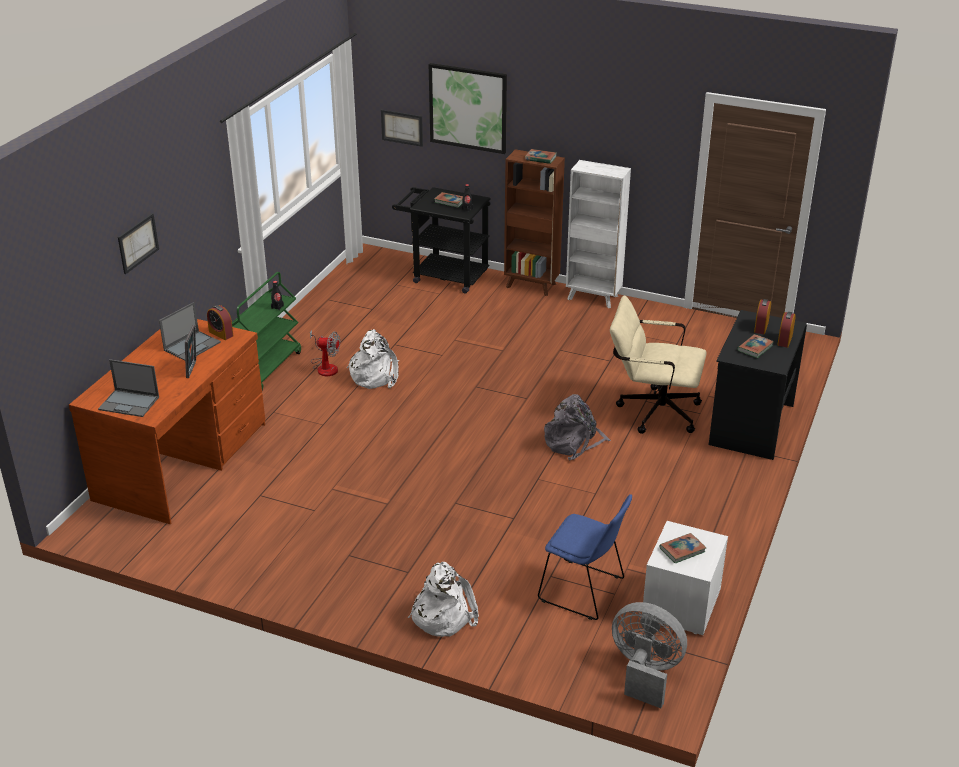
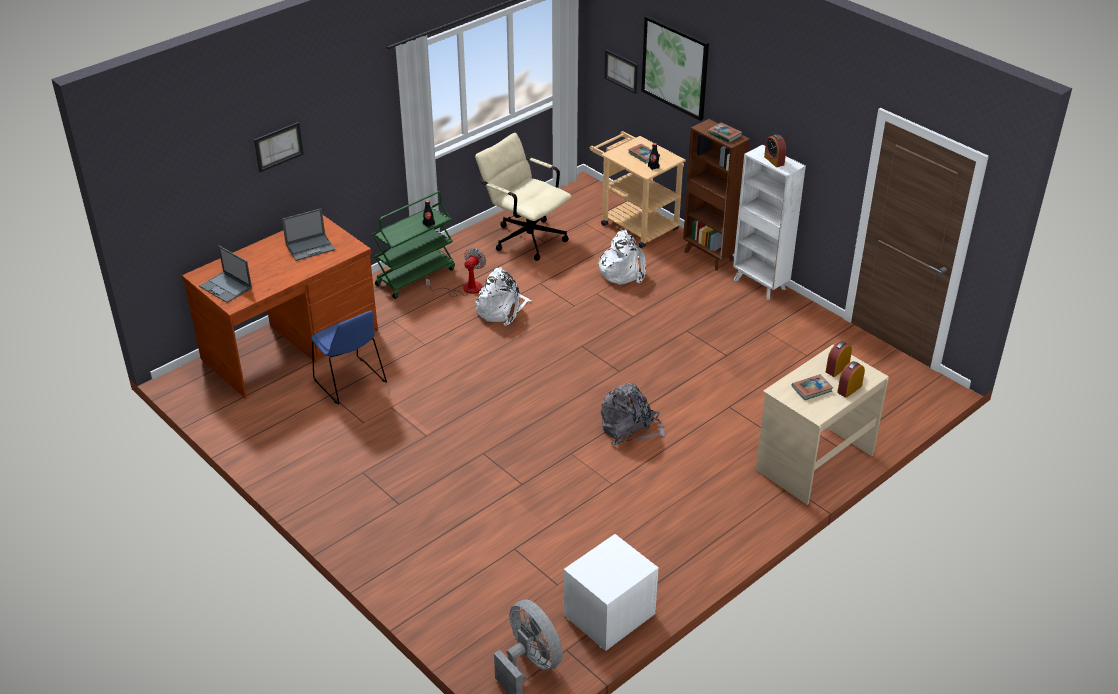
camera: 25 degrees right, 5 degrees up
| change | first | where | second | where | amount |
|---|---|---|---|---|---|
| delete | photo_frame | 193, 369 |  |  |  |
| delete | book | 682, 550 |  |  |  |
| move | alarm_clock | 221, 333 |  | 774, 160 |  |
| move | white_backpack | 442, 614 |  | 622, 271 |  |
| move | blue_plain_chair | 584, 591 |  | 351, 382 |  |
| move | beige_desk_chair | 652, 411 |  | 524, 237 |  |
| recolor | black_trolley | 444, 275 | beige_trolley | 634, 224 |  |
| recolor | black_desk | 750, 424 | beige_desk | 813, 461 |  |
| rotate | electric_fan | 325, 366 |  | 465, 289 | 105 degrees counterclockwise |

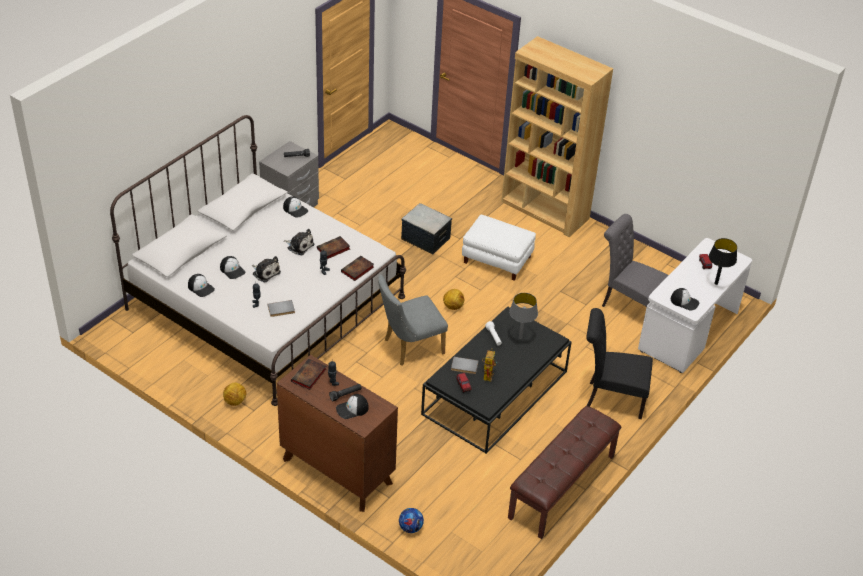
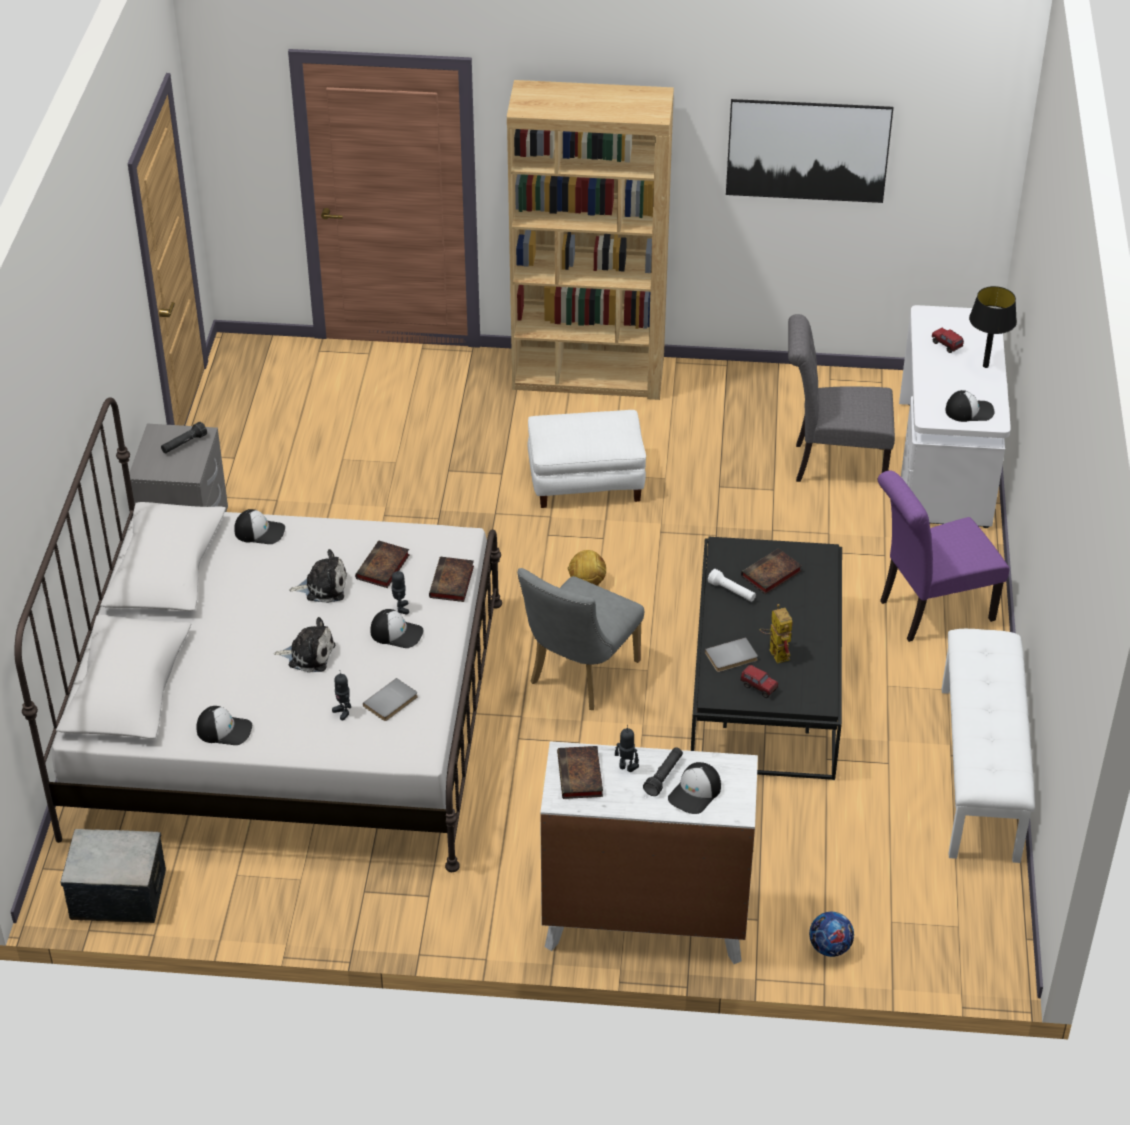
camera: 30 degrees left, 0 degrees up
| change | first | where | second | where | amount |
|---|---|---|---|---|---|
| delete | football_ball | 235, 401 |  |  |  |
| insert |  |  | wall_picture | 808, 150 |  |
| move | baseball_cap | 232, 270 |  | 397, 633 |  |
| move | storage_container | 425, 238 |  | 118, 894 |  |
| replace | grey_tabletop_lamp | 520, 338 | book | 770, 575 |  |
| recolor | brownish_chest_of_drawers | 337, 471 | white_chest_of_drawers | 645, 921 |  |
| recolor | brownish_bench | 562, 487 | white_bench | 980, 773 |  |
| recolor | black_plain_chair | 611, 398 | purple_plain_chair | 929, 611 |  |

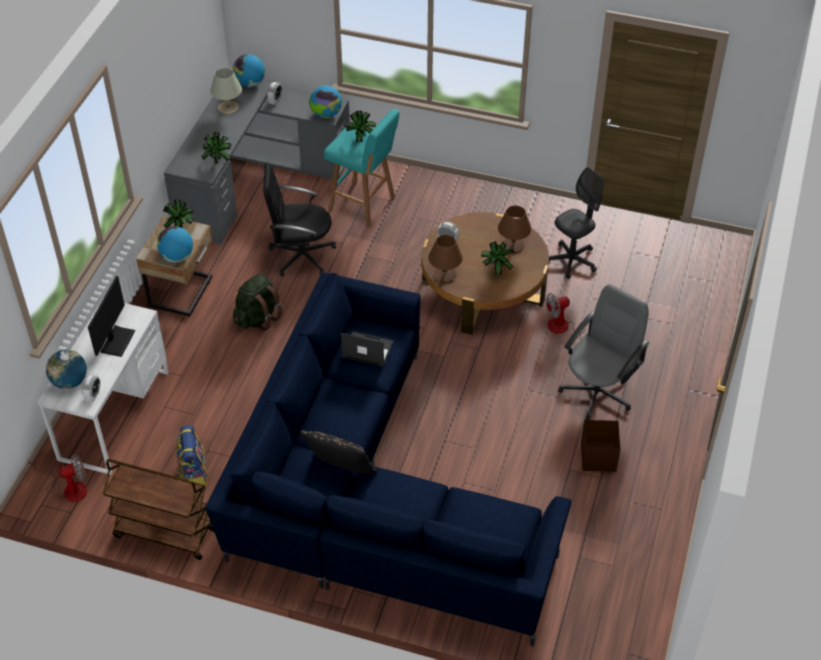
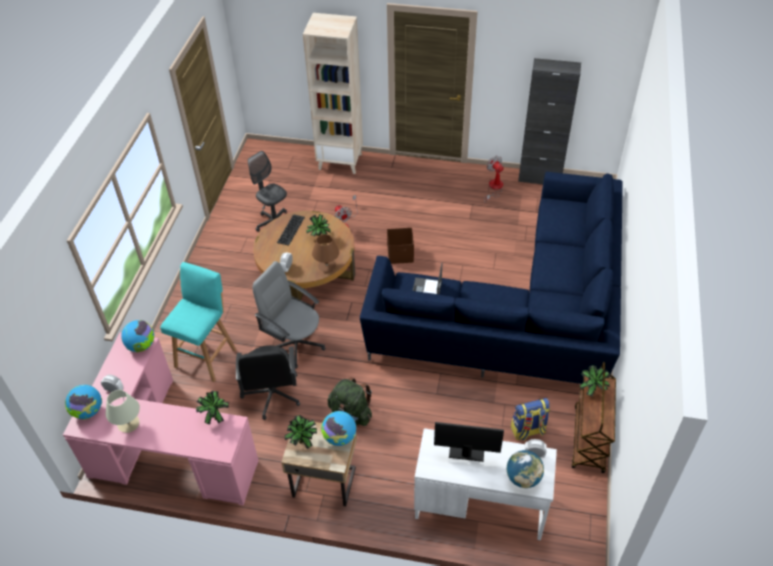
camera: 95 degrees left, 0 degrees up
| change | first | where | second | where | amount |
|---|---|---|---|---|---|
| delete | black_throw_pillow | 340, 471 |  |  |  |
| insert |  |  | beige_bookshelf | 340, 161 |  |
| insert |  |  | black_storage_cabinet | 539, 178 |  |
| move | electric_fan | 68, 488 |  | 494, 188 |  |
| move | potted_plant | 361, 140 |  | 592, 390 |  |
| move | grey_desk_chair | 598, 392 |  | 295, 343 |  |
| move | brownish_storage_container | 598, 457 |  | 401, 255 |  |
| replace | brownish_tabletop_lamp | 512, 245 | computer_keyboard | 291, 230 |  |
| recolor | grey_desk | 253, 178 | pink-coloured_desk | 163, 449 |  |

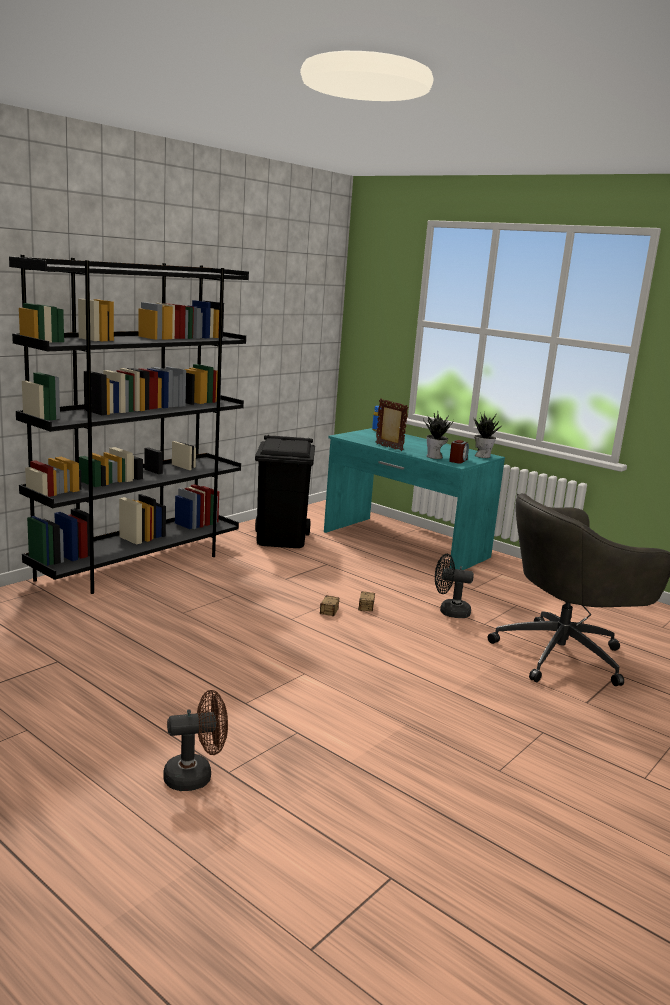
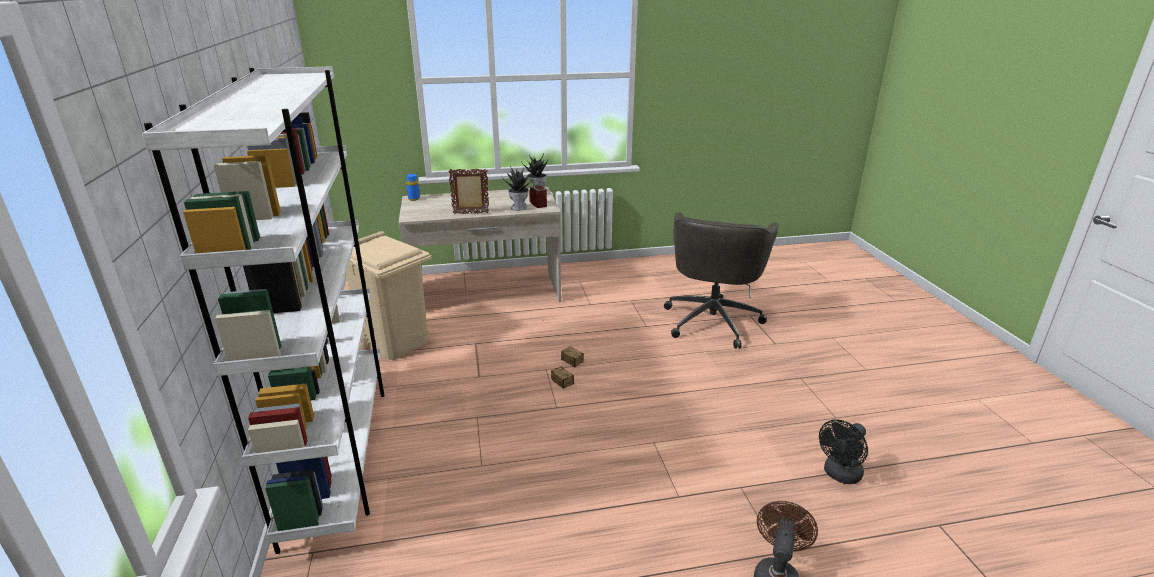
camera: 50 degrees left, 10 degrees up
| change | first | where | second | where | amount |
|---|---|---|---|---|---|
| move | black_electric_fan | 449, 611 |  | 839, 475 |  |
| recolor | black_bookshelf | 139, 565 | white_bookshelf | 339, 452 |  |
| recolor | black_rubbish_bin | 281, 539 | beige_rubbish_bin | 395, 342 |  |
| recolor | turquoise_desk | 404, 545 | beige_desk | 485, 293 |  |

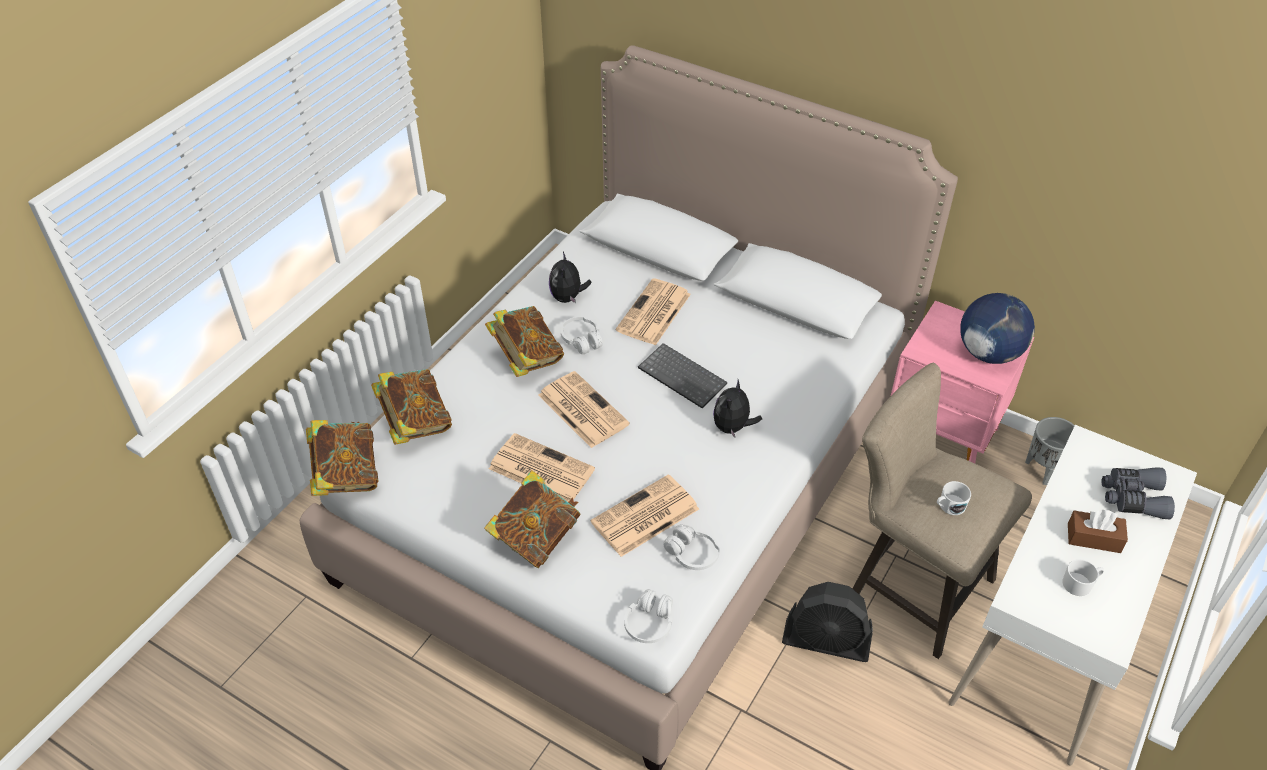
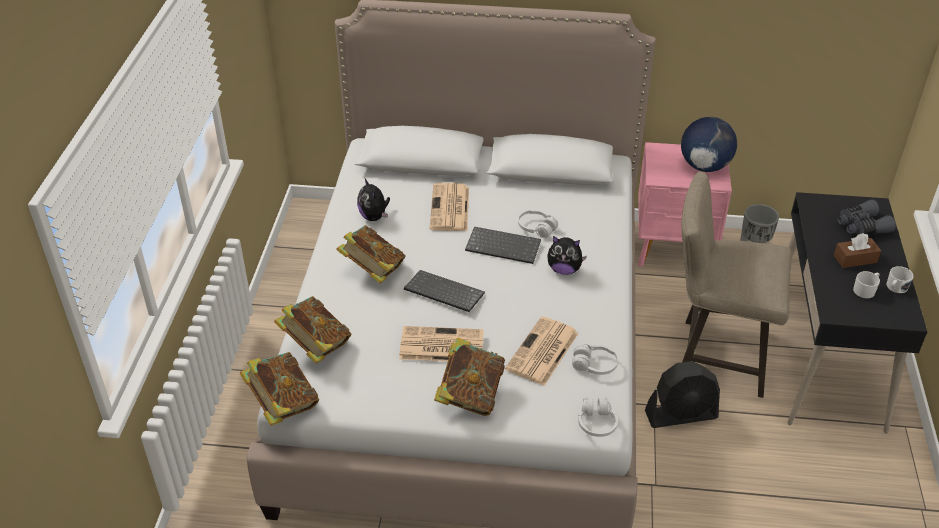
camera: 25 degrees left, 5 degrees down
| change | first | where | second | where | amount |
|---|---|---|---|---|---|
| move | white_pair_of_headphones | 582, 340 |  | 536, 228 |  |
| move | white_coffee_mug | 949, 506 |  | 895, 287 |  |
| replace | newspaper | 581, 409 | computer_keyboard | 442, 293 |  |
| recolor | white_desk | 1048, 641 | black_desk | 825, 359 |  |
| rotate | cuddly_toy | 733, 427 |  | 564, 269 | 75 degrees counterclockwise |

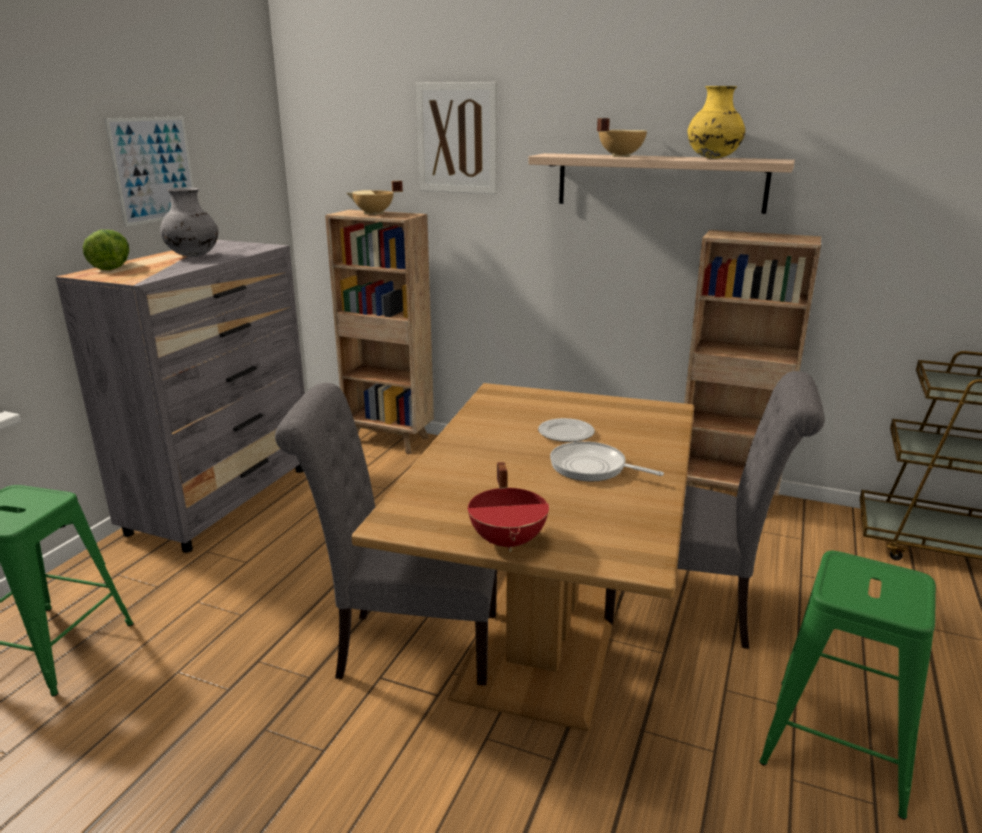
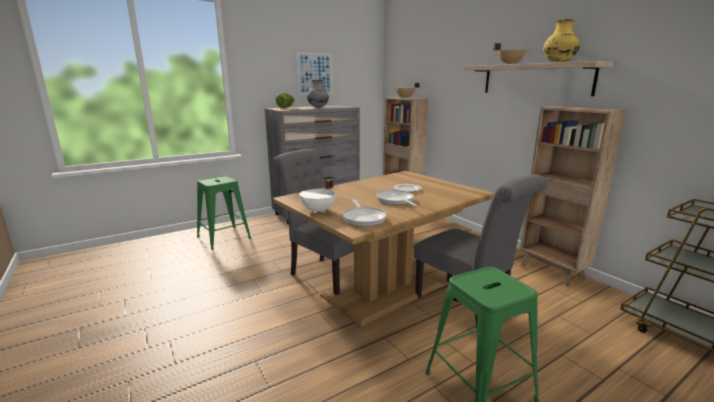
camera: 35 degrees right, 5 degrees down
| change | first | where | second | where | amount |
|---|---|---|---|---|---|
| delete | wall_picture | 457, 138 |  |  |  |
| insert |  |  | skillet | 364, 218 |  |
| recolor | reddish_saucepot | 509, 541 | white_saucepot | 319, 211 |  |

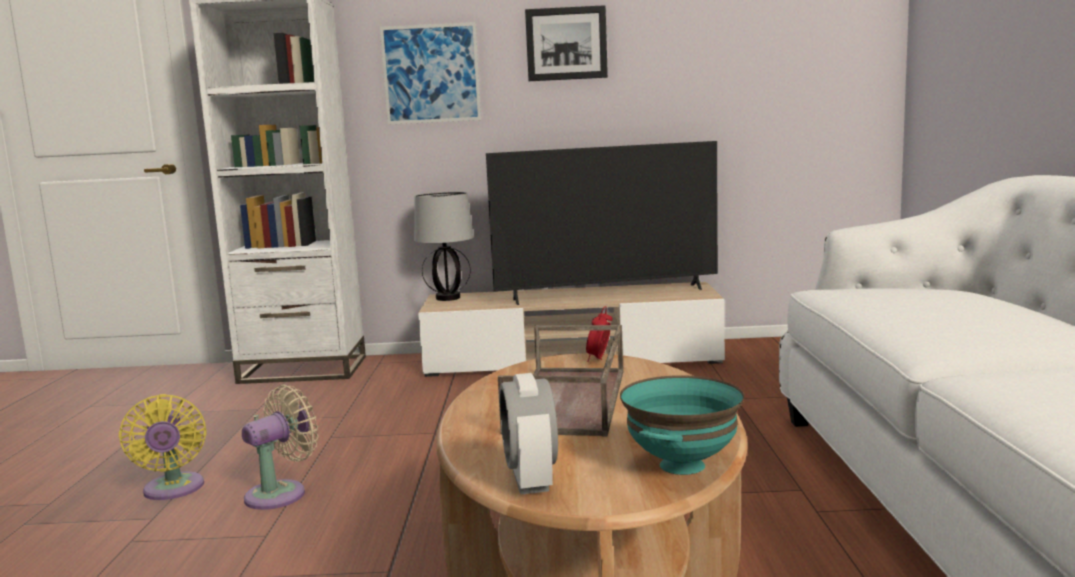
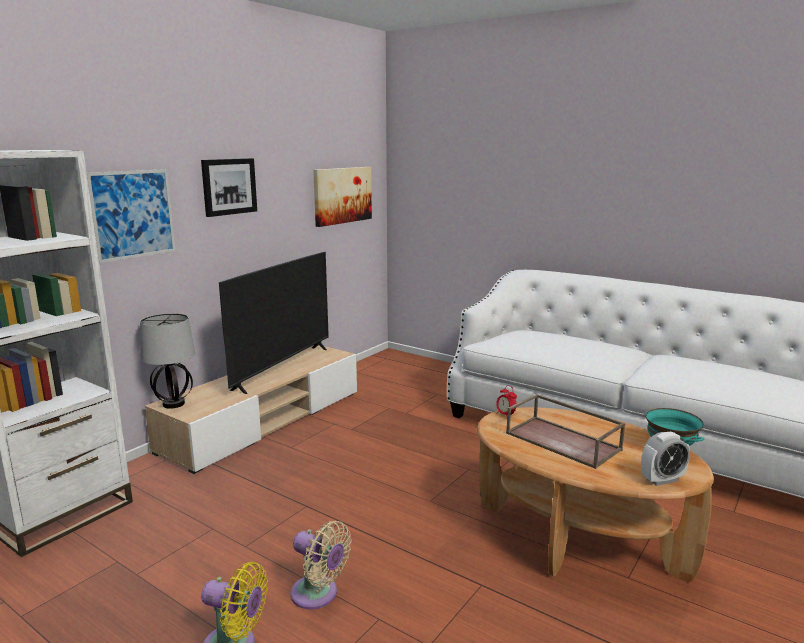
camera: 55 degrees left, 5 degrees up
| change | first | where | second | where | amount |
|---|---|---|---|---|---|
| insert |  |  | wall_picture | 342, 195 |  |
| rotate | beige_electric_fan | 281, 493 |  | 318, 595 | 135 degrees clockwise |
| rotate | alarm_clock | 530, 480 |  | 662, 480 | 45 degrees counterclockwise |

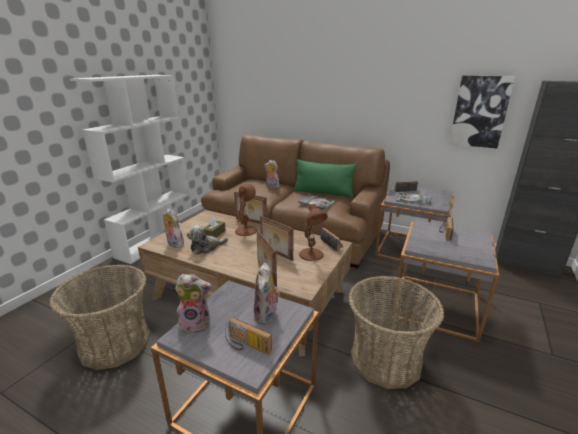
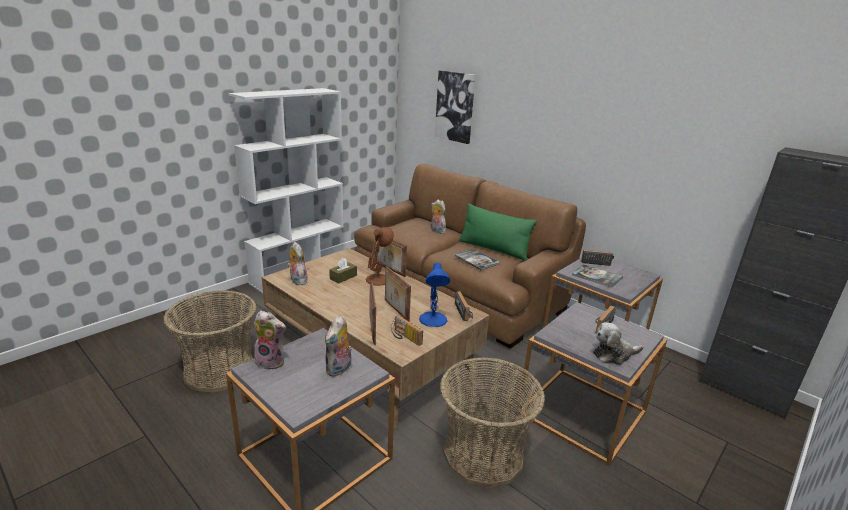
camera: 15 degrees right, 0 degrees up
| change | first | where | second | where | amount |
|---|---|---|---|---|---|
| move | cuddly_toy | 206, 248 |  | 613, 355 |  |
| move | radio_receiver | 246, 346 |  | 404, 337 |  |
| move | wall_picture | 479, 112 |  | 455, 107 |  |
| recolor | brownish_tabletop_lamp | 312, 255 | blue_tabletop_lamp | 433, 320 |  |

